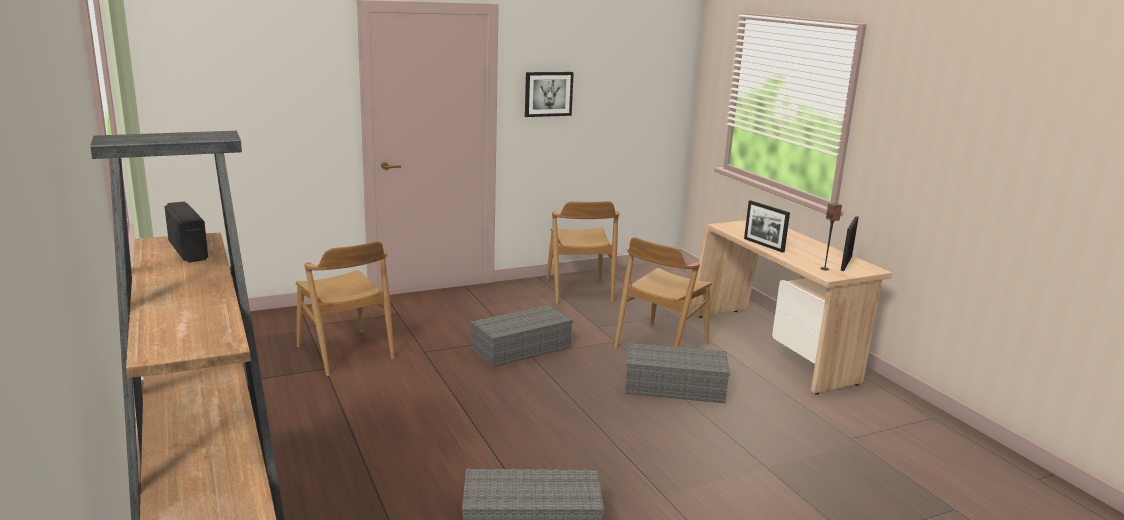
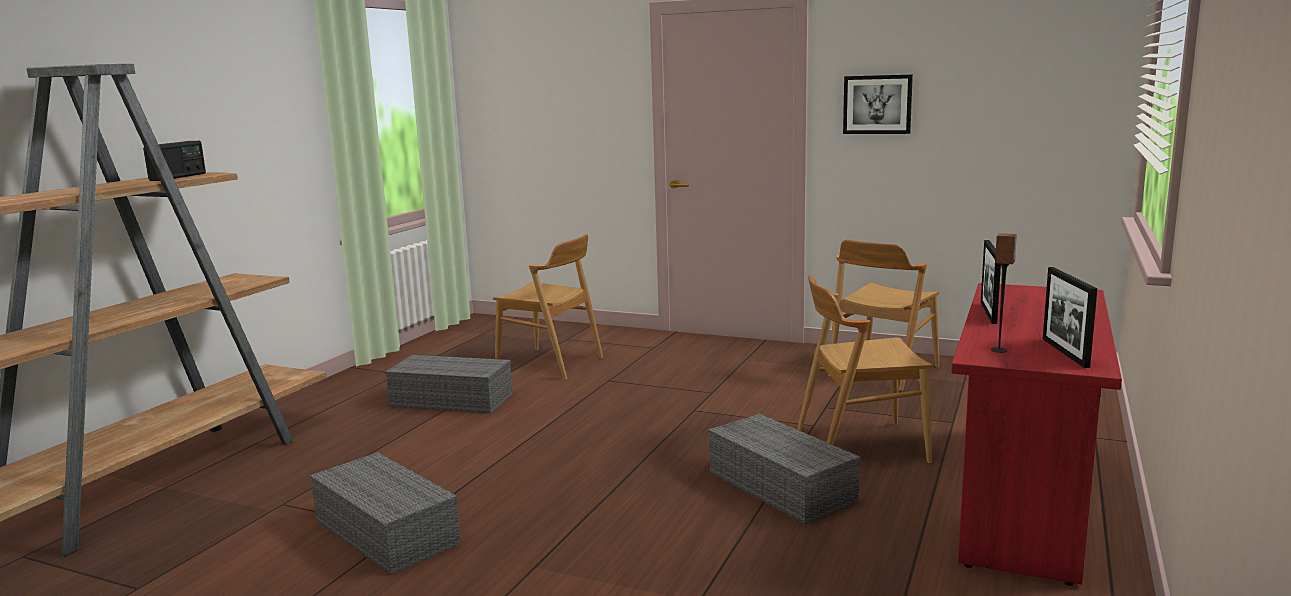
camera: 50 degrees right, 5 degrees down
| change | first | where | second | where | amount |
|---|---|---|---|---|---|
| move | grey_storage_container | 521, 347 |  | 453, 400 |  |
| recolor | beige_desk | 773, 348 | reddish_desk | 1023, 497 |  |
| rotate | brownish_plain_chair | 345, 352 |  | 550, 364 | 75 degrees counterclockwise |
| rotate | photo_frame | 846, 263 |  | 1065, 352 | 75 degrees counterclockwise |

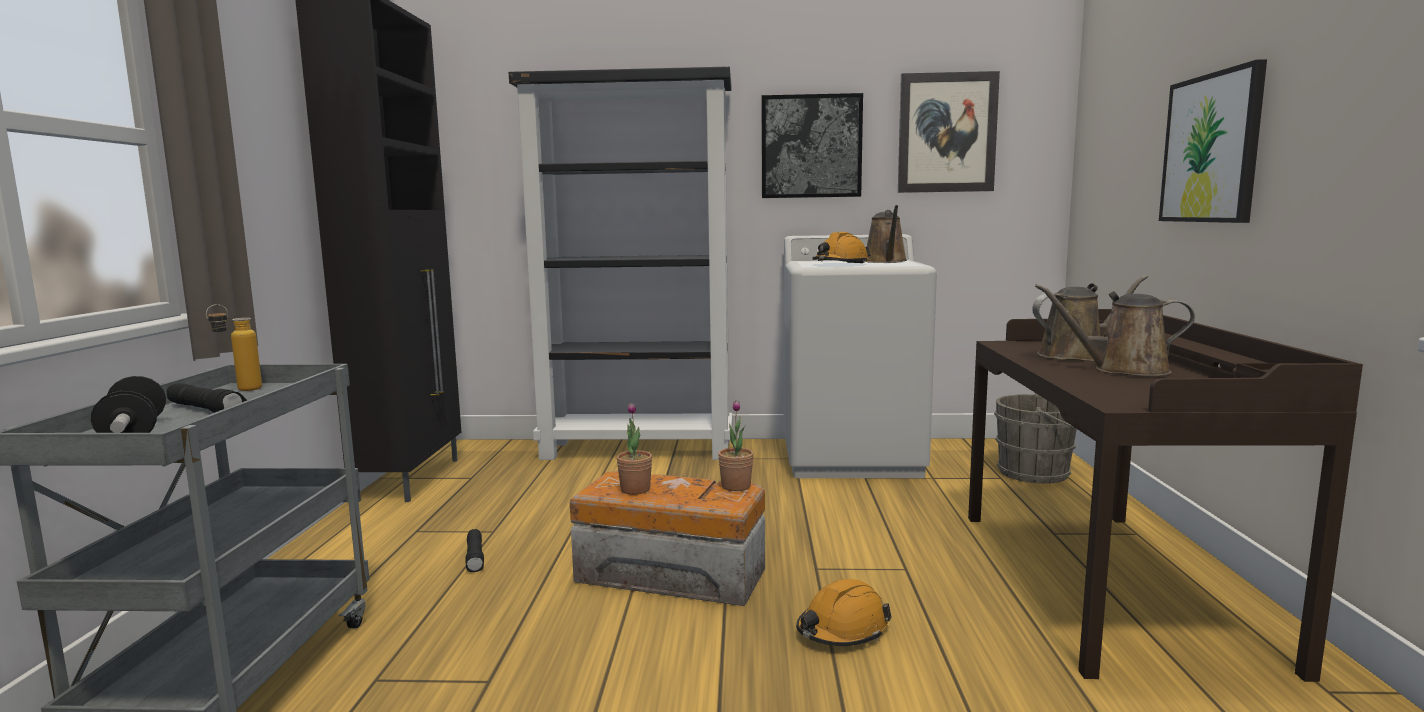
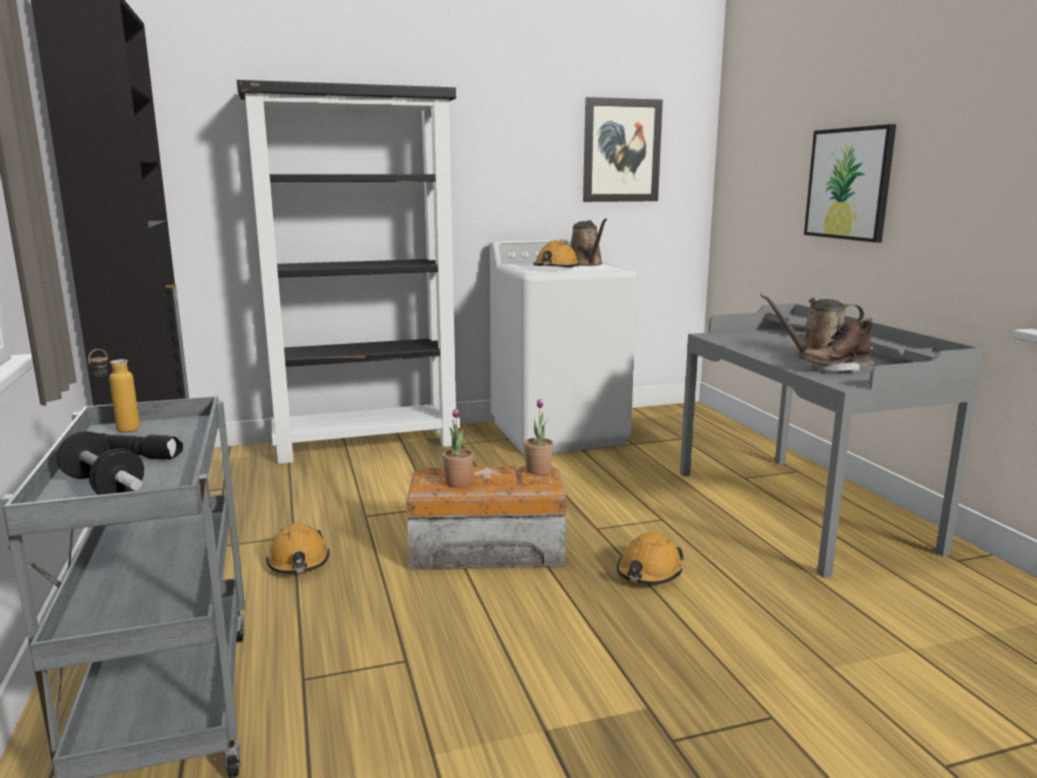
camera: 20 degrees left, 5 degrees up
| change | first | where | second | where | amount |
|---|---|---|---|---|---|
| delete | wall_picture | 811, 146 |  |  |  |
| delete | grey_water_bucket | 1038, 473 |  |  |  |
| delete | brownish_watering_can | 1076, 355 |  |  |  |
| insert |  |  | brownish_tall_boot | 834, 369 |  |
| replace | black_hand_torch | 475, 557 | orange-coloured_hard_hat | 299, 562 |  |
| recolor | brownish_desk | 1109, 582 | grey_desk | 800, 509 |  |

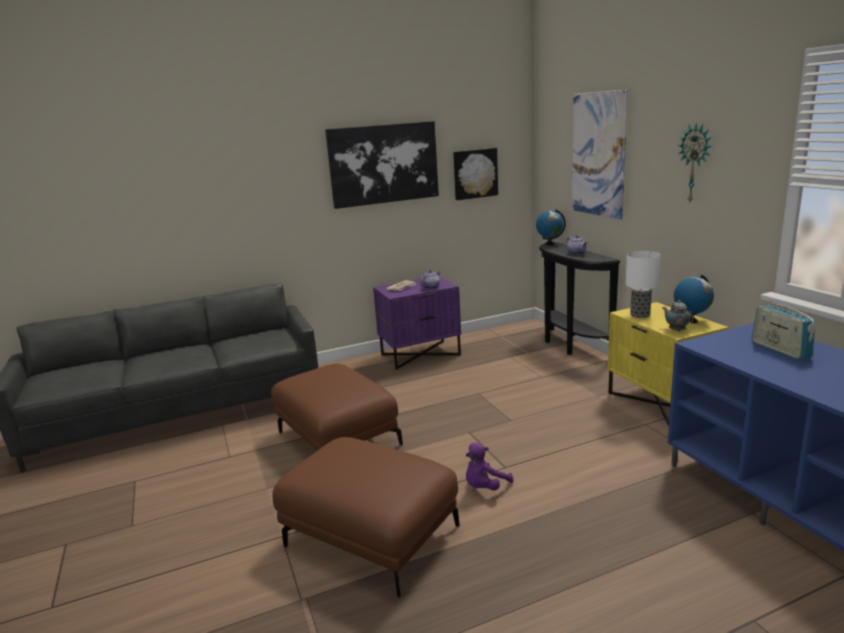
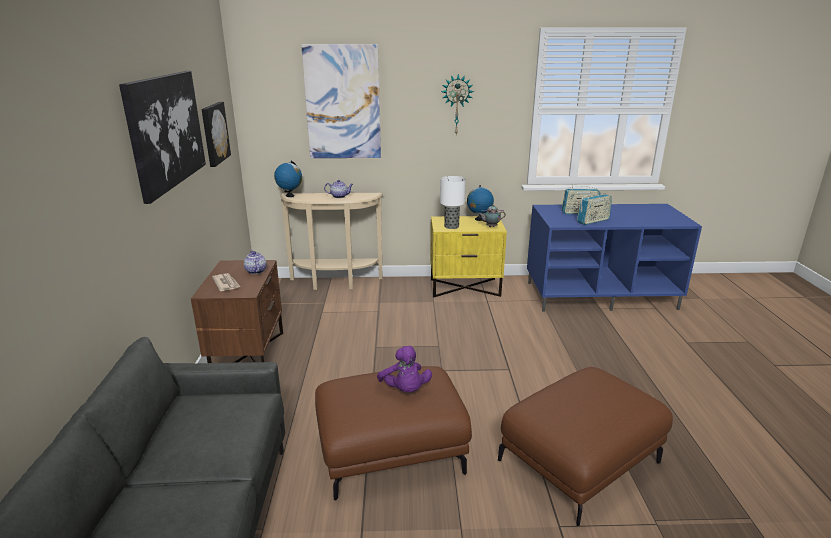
camera: 70 degrees left, 5 degrees up
| change | first | where | second | where | amount |
|---|---|---|---|---|---|
| insert |  |  | radio_receiver | 593, 221 |  |
| move | purple_cuddly_toy | 485, 487 |  | 405, 390 |  |
| recolor | purple_nightstand | 420, 354 | brownish_nightstand | 248, 354 |  |
| recolor | black_hall_table | 569, 345 | beige_hall_table | 335, 283 |  |

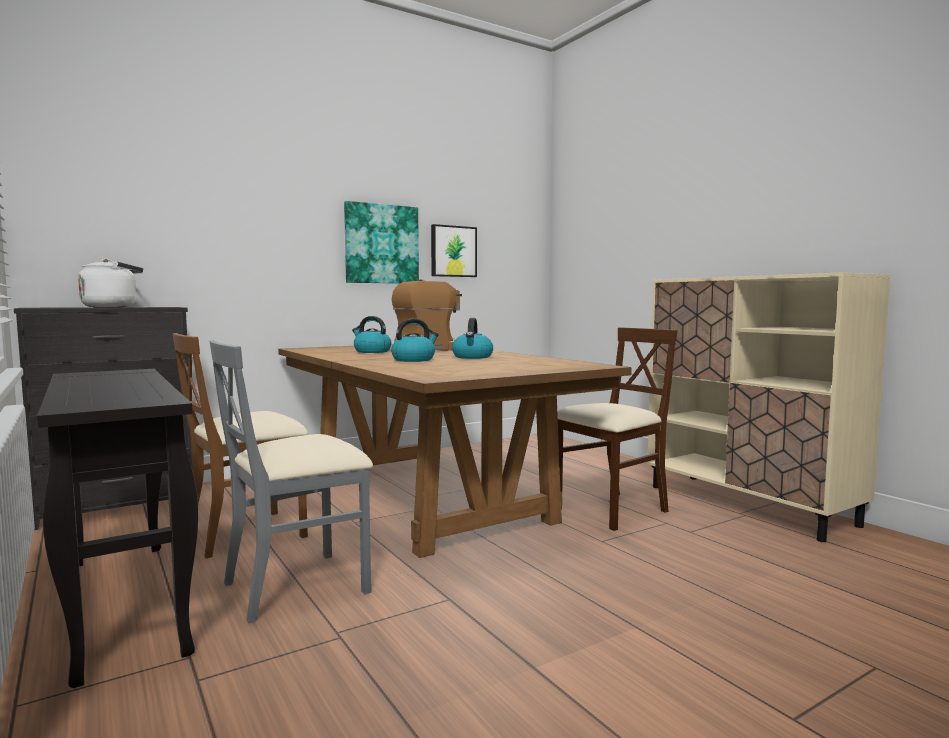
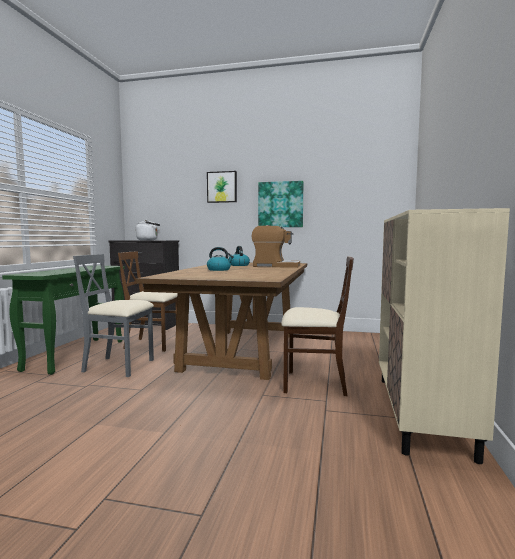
camera: 45 degrees right, 0 degrees up
| change | first | where | second | where | amount |
|---|---|---|---|---|---|
| delete | kettle | 472, 357 |  |  |  |
| move | wall_picture | 453, 251 |  | 222, 187 |  |
| recolor | black_hall_table | 123, 602 | green-coloured_hall_table | 77, 354 |  |

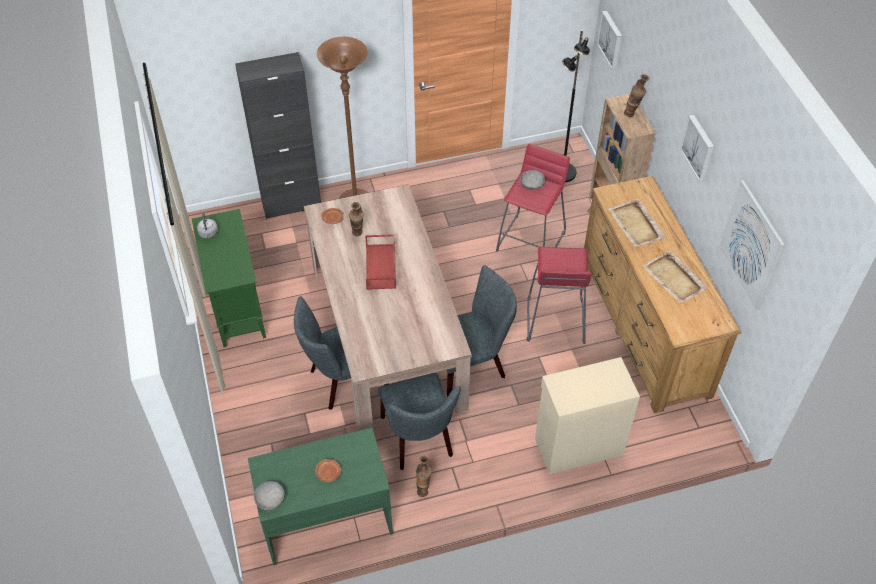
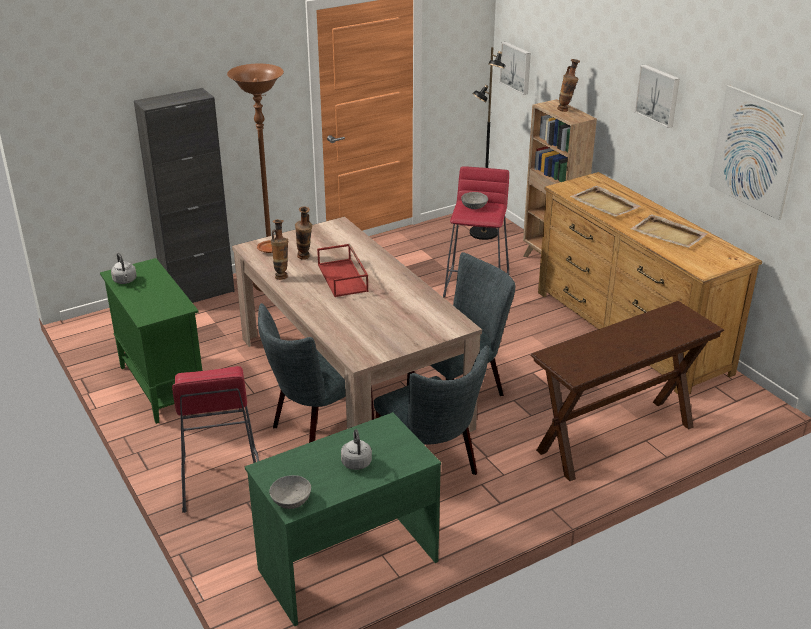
camera: 15 degrees left, 20 degrees down
| change | first | where | second | where | amount |
|---|---|---|---|---|---|
| move | vase | 423, 489 |  | 281, 276 |  |
| move | reddish_stool_seat | 555, 320 |  | 221, 482 |  |
| replace | brownish_dinner_plate | 328, 473 | grey_kettle | 356, 461 |  |
| replace | beige_storage_cabinet | 577, 445 | brownish_hall_table | 615, 438 |  |

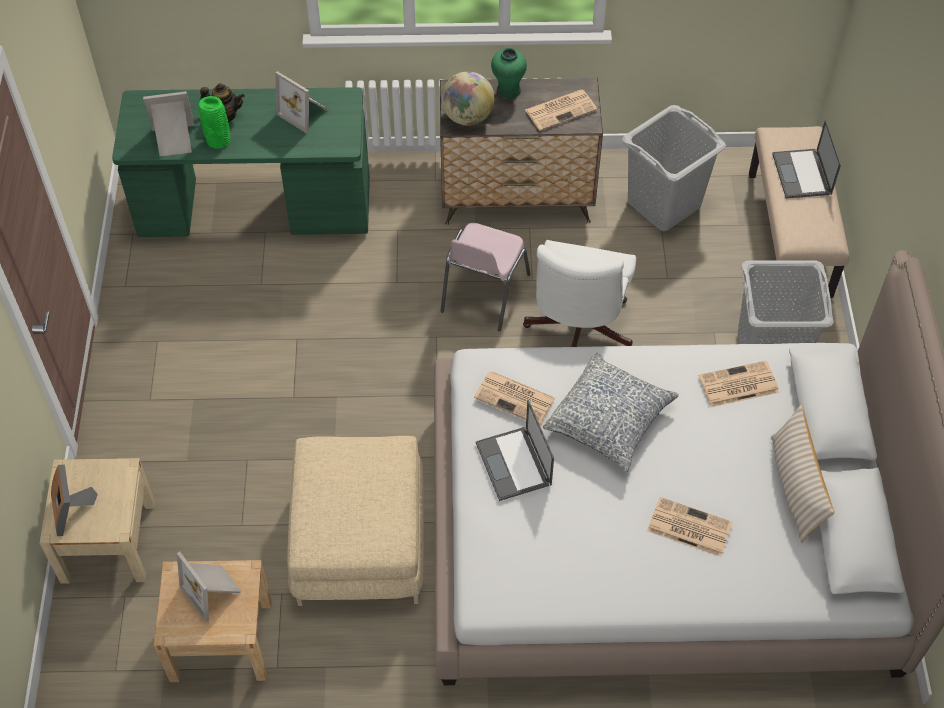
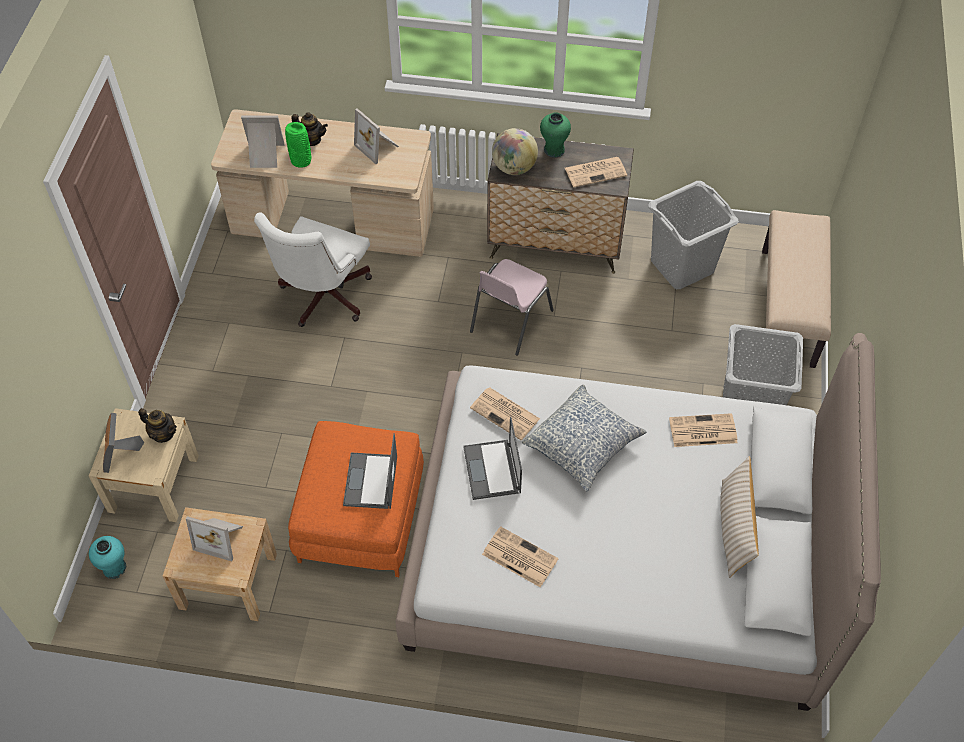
camera: 10 degrees right, 0 degrees up
| change | first | where | second | where | amount |
|---|---|---|---|---|---|
| insert |  |  | turquoise_vase | 114, 568 |  |
| insert |  |  | tea_pot | 163, 434 |  |
| move | white_desk_chair | 577, 333 |  | 322, 298 |  |
| move | newspaper | 688, 527 |  | 518, 557 |  |
| move | notebook_computer | 802, 175 |  | 371, 482 |  |
| recolor | green-coloured_desk | 255, 208 | beige_desk | 333, 223 |  |
| recolor | beige_footrest | 361, 541 | orange-coloured_footrest | 361, 516 |  |
| rotate | photo_frame | 213, 590 |  | 220, 538 | 45 degrees counterclockwise |

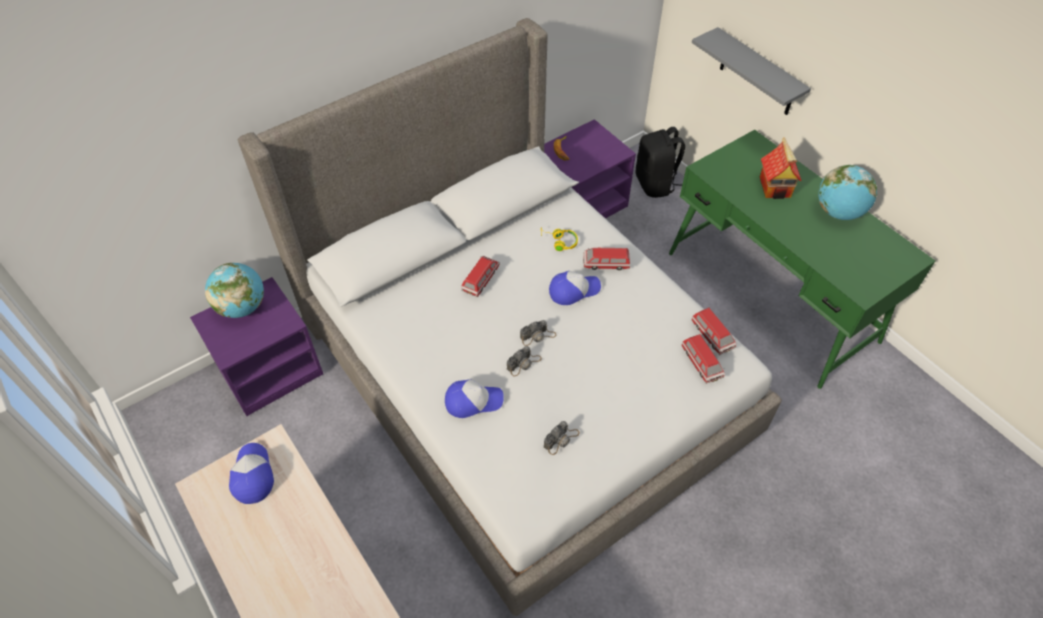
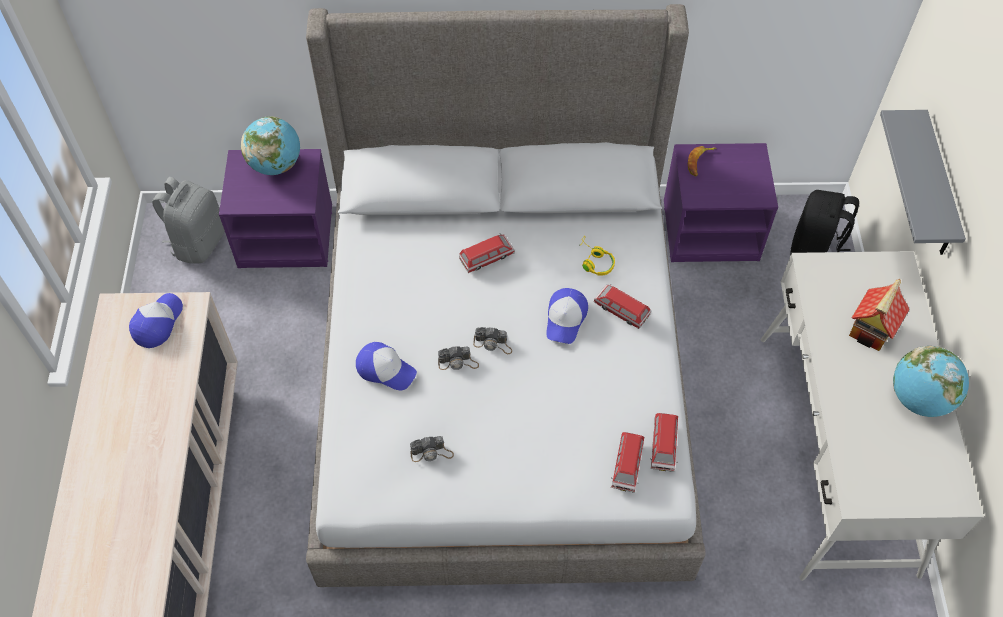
camera: 35 degrees right, 5 degrees up
| change | first | where | second | where | amount |
|---|---|---|---|---|---|
| insert |  |  | grey_backpack | 198, 242 |  |
| recolor | green-coloured_desk | 770, 296 | white_desk | 835, 451 |  |
| rotate | baseball_cap | 573, 290 |  | 566, 319 | 90 degrees clockwise |

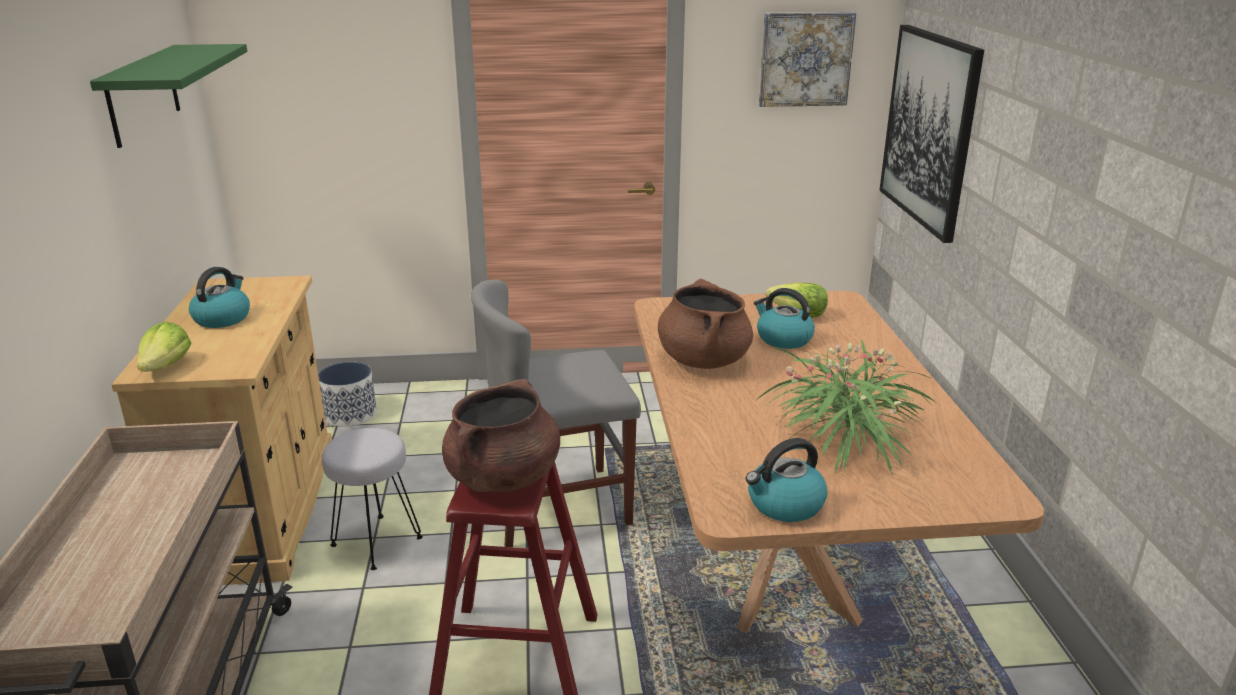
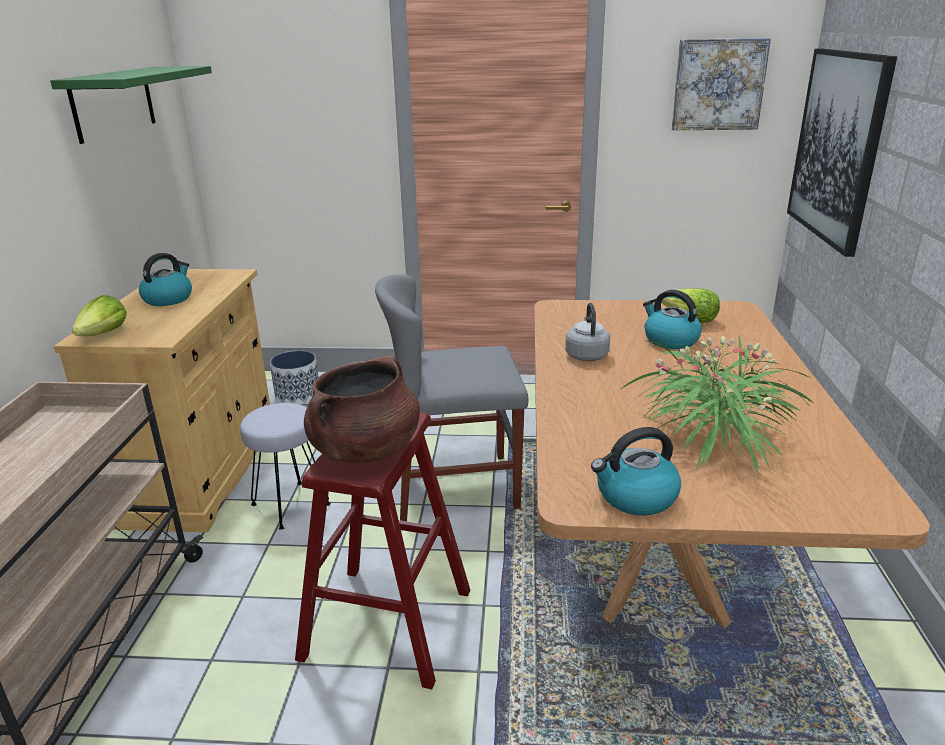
camera: 10 degrees right, 0 degrees up
| change | first | where | second | where | amount |
|---|---|---|---|---|---|
| replace | brownish_saucepot | 703, 360 | grey_kettle | 586, 355 |  |

